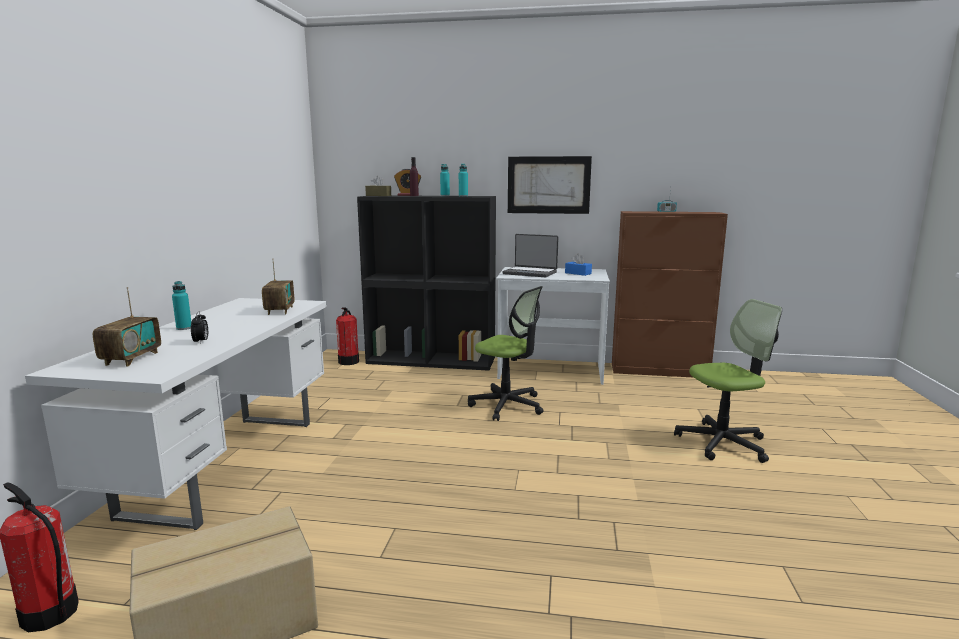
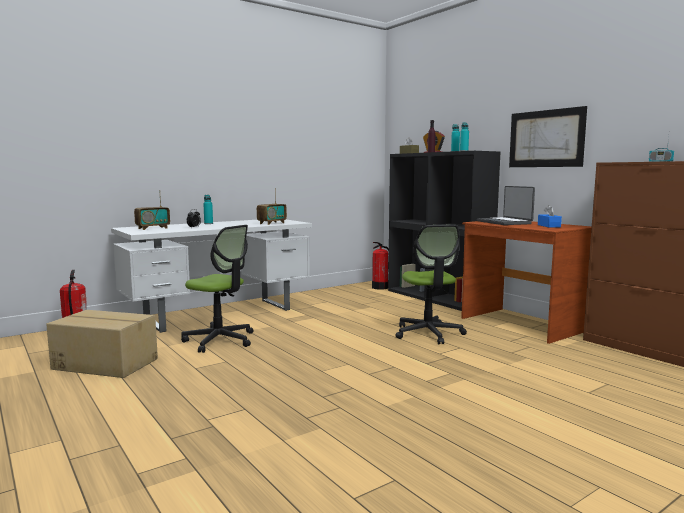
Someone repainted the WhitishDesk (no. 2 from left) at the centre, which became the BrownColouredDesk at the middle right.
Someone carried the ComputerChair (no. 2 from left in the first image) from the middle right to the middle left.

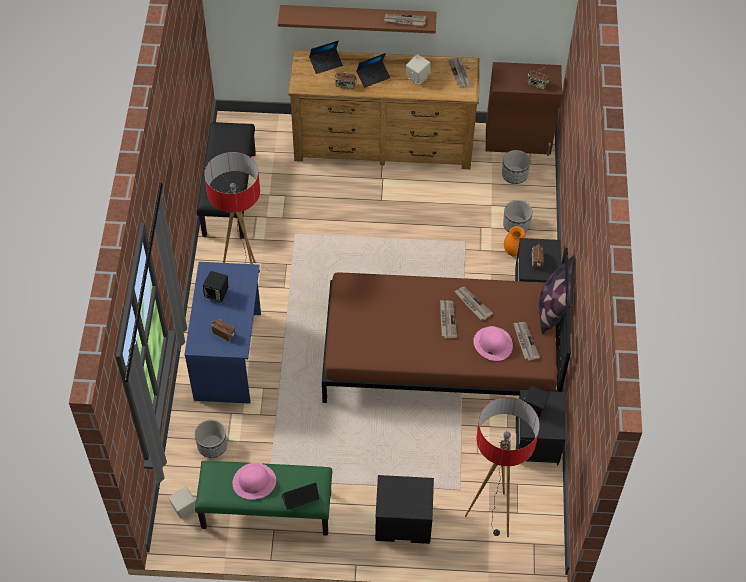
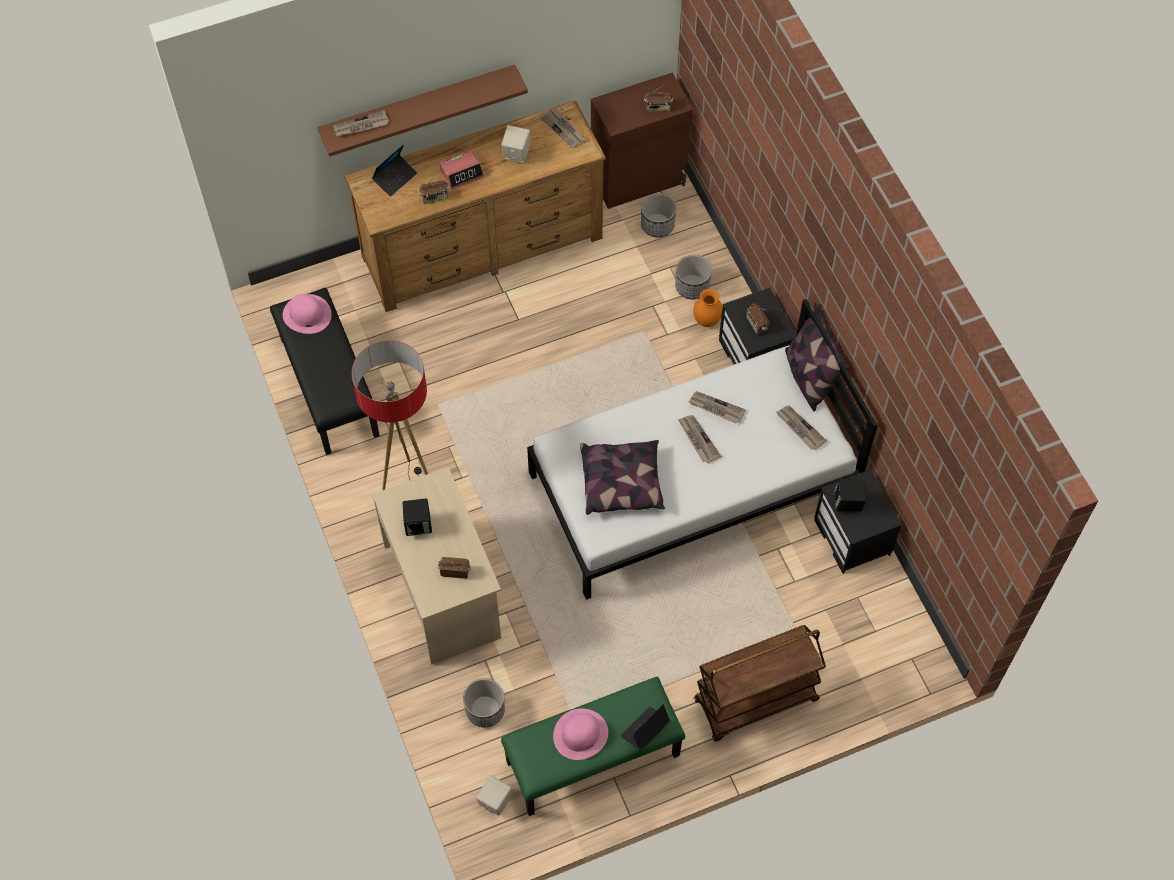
Someone carried the Newspaper (no. 1 from left) from the top centre to the top left.
Someone swapped the Laptop (no. 3 from left) at the top centre for the TableClock at the top centre.
Someone repainted the BrownColouredBed at the centre, which became the WhitishBed at the centre.
Someone repainted the BlueDesk at the middle left, which became the BeigeColouredDesk at the centre.
Someone carried the PinkishClothingHat (no. 2 from left in the first image) from the centre to the middle left.
Someone took away the StandingLamp (no. 2 from left) at the bottom right.
Someone swapped the BlackishNightTable (no. 1 from left) at the bottom centre for the BrownColouredTrolley at the bottom centre.
Someone put down the Cushion (no. 1 from left) at the centre.

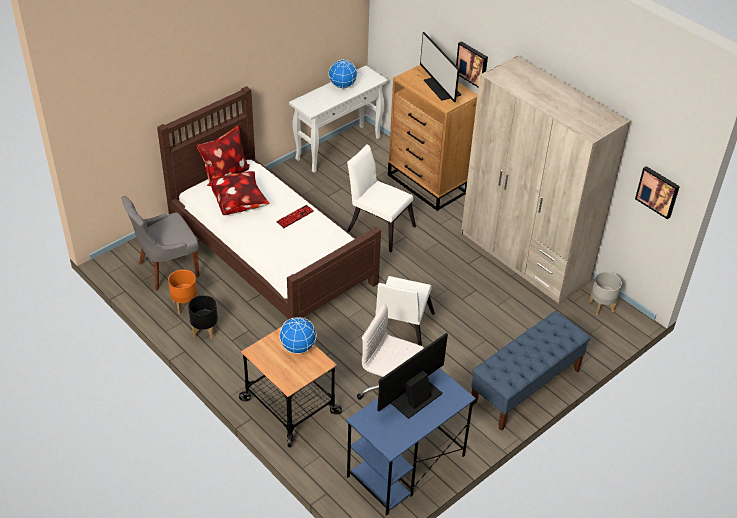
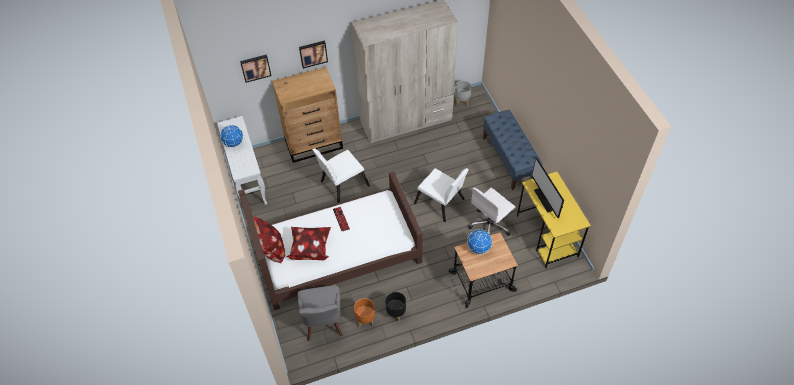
Someone took away the Monitor (no. 2 from left) at the top centre.
Someone carried the WallArt (no. 2 from left in the first image) from the middle right to the top left.
Someone repainted the BlueDesk at the bottom centre, which became the YellowColouredDesk at the middle right.

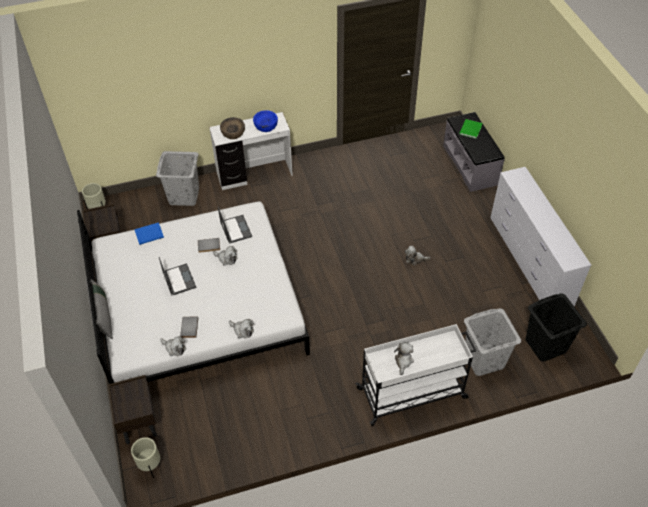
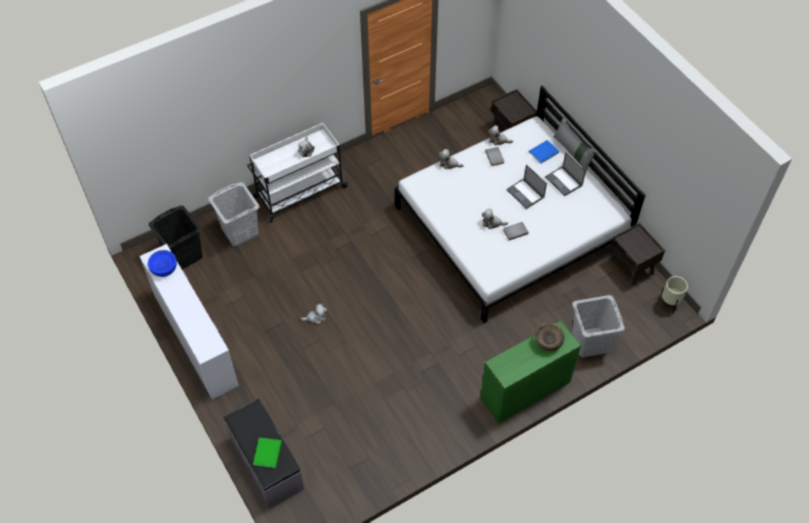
Someone carried the BlueServingBowl from the top centre to the middle left.
Someone repainted the WhitishDesk at the top centre, which became the GreenishDesk at the bottom centre.
Someone carried the Laptop (no. 2 from left) from the centre to the top right.
Someone carried the BlueBoundBook from the middle left to the top right.
Someone took away the BeigeColouredFlowerPot (no. 2 from left) at the bottom left.

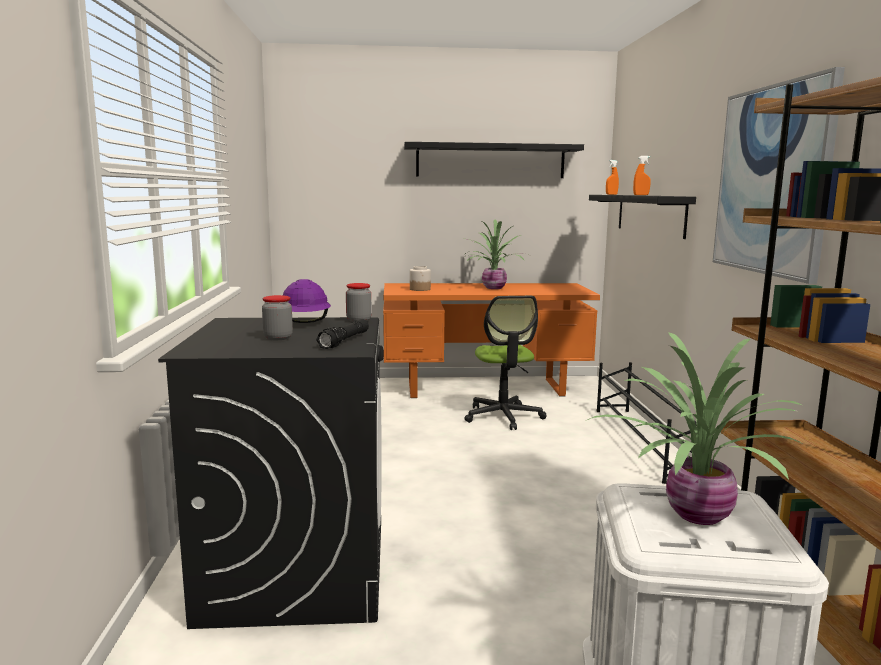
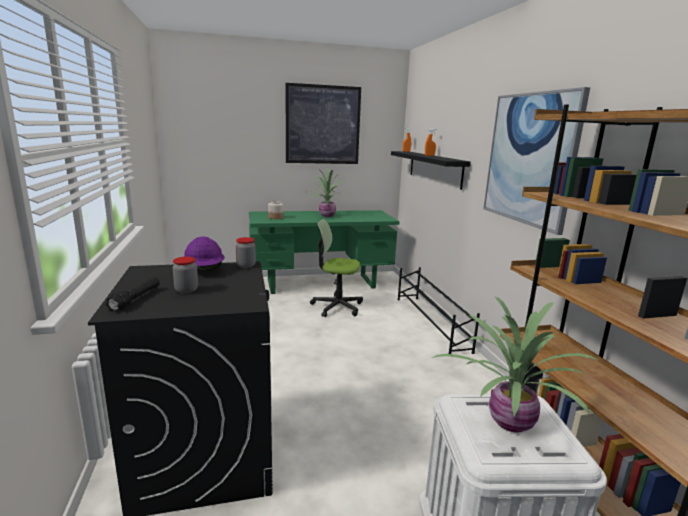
Someone swapped the BlackishBracketShelf (no. 1 from left) at the top centre for the WallArt (no. 1 from left) at the top centre.
Someone repainted the OrangeColouredDesk at the centre, which became the GreenishDesk at the centre.
Someone rotated the ComputerChair at the centre by 120 degrees clockwise.
Someone carried the BlackishFlashlight from the centre to the middle left.

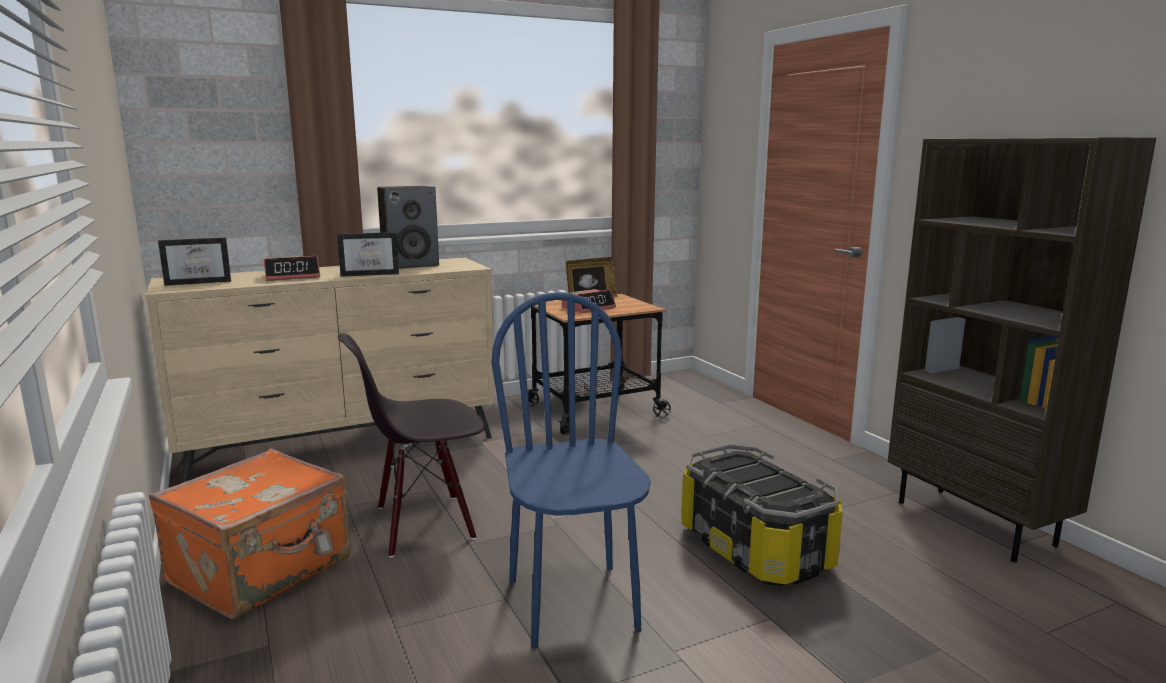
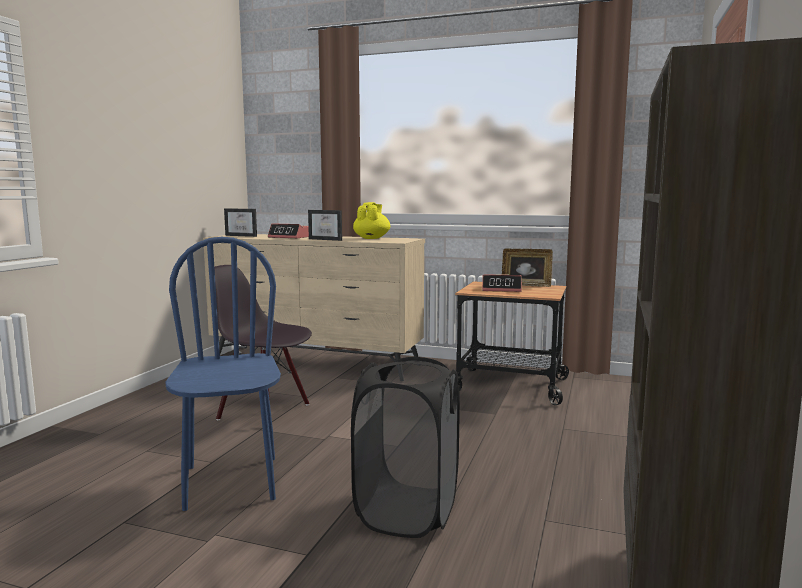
Someone swapped the AudioSpeaker at the top centre for the YellowColouredPotForTea at the centre.
Someone rotated the BlueChair at the bottom centre by 45 degrees counterclockwise.
Someone swapped the StorageBin at the bottom centre for the BlackishLaundryBasket at the bottom centre.
Someone took away the OrangeColouredTravelCase at the bottom left.

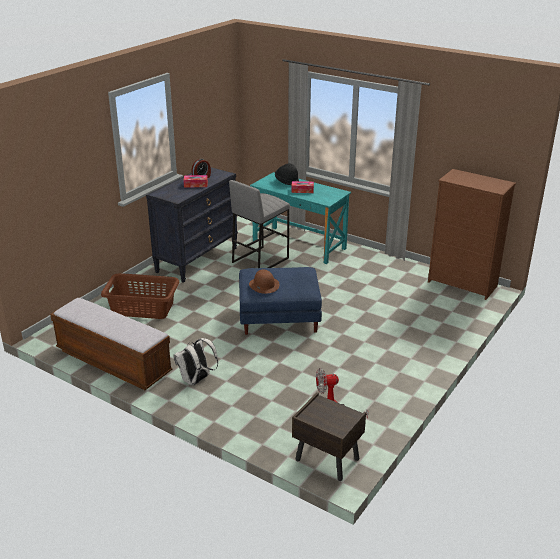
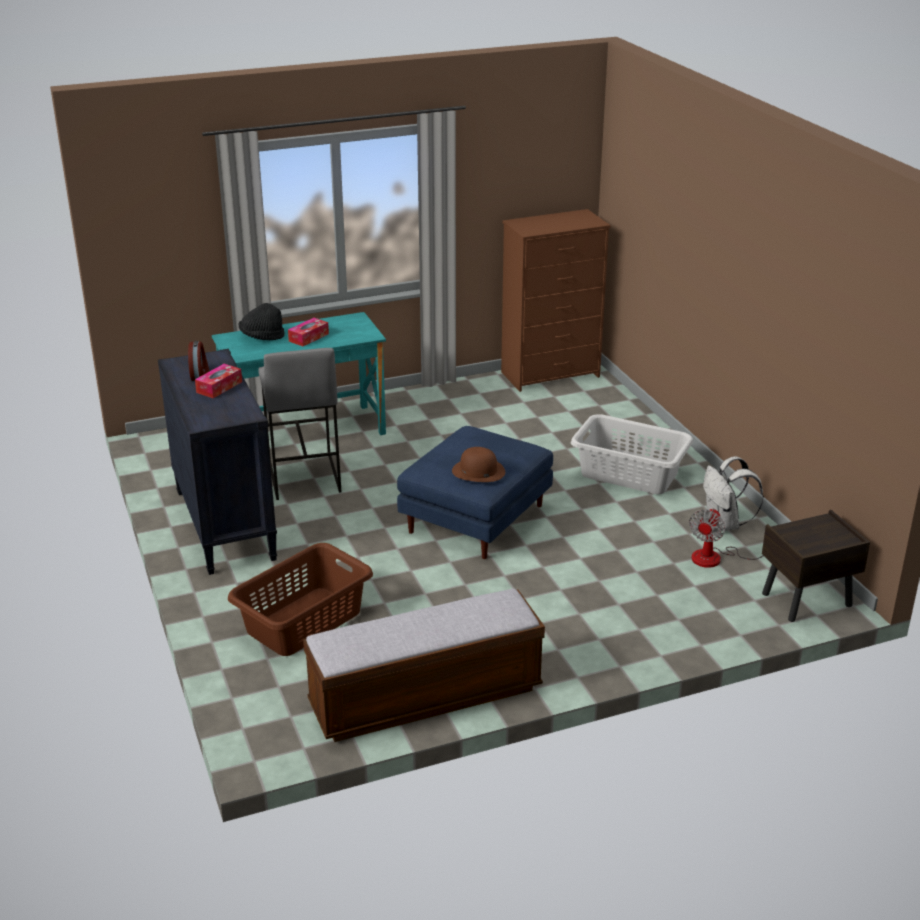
Someone carried the WhitishRucksack from the centre to the middle right.
Someone put down the GrayLaundryBasket at the middle right.

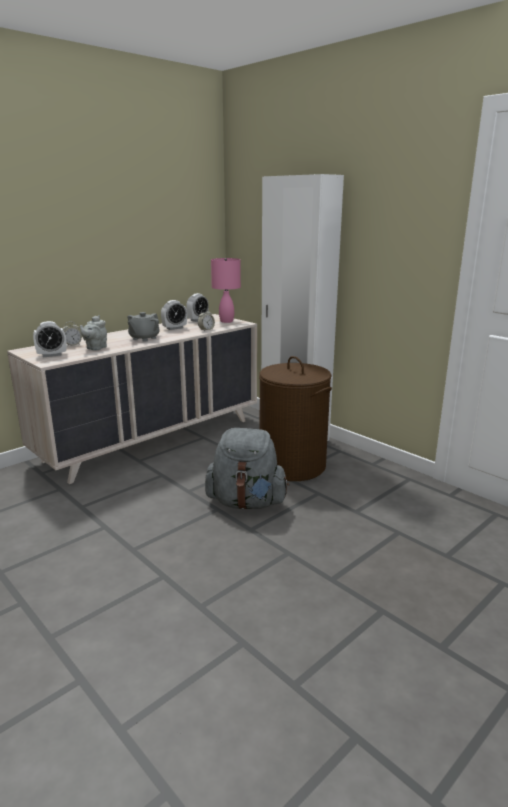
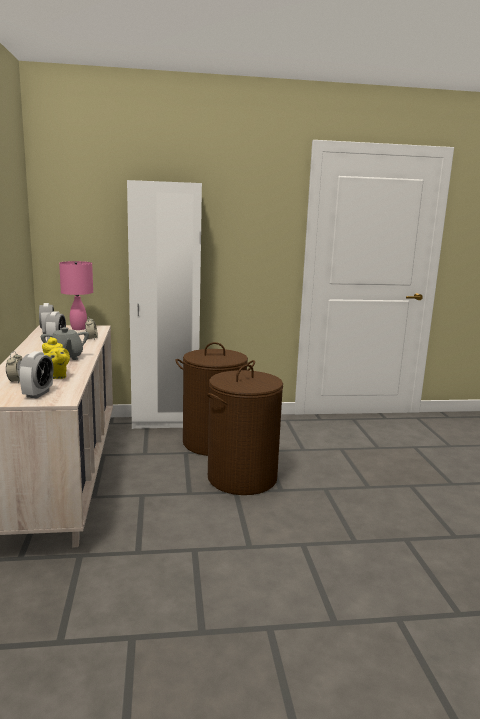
Someone repainted the GrayPotForTea (no. 1 from left) at the middle left, which became the YellowColouredPotForTea at the middle left.
Someone swapped the GrayRucksack at the centre for the BrownColouredLaundryBasket (no. 2 from left) at the centre.

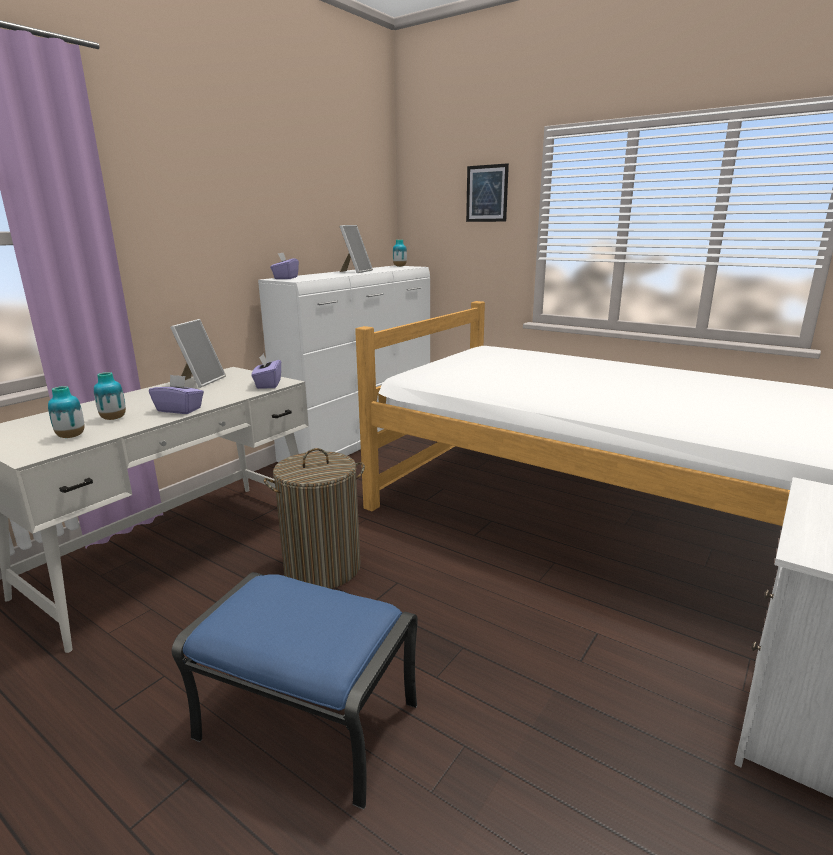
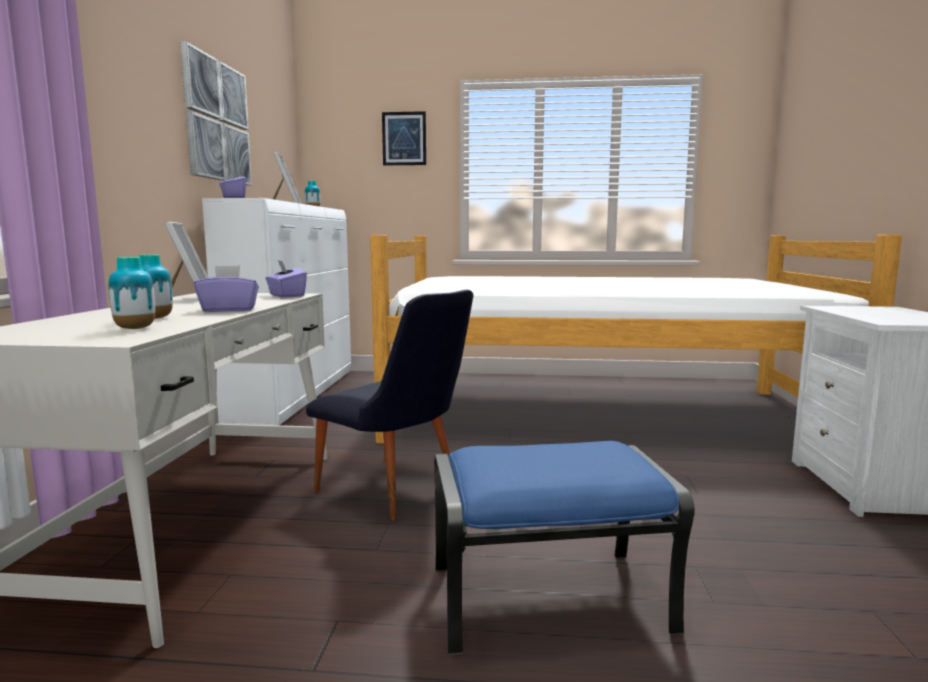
Someone swapped the LaundryBasket at the centre for the BlackishChair at the centre.
Someone put up the WallArt (no. 1 from left) at the top left.

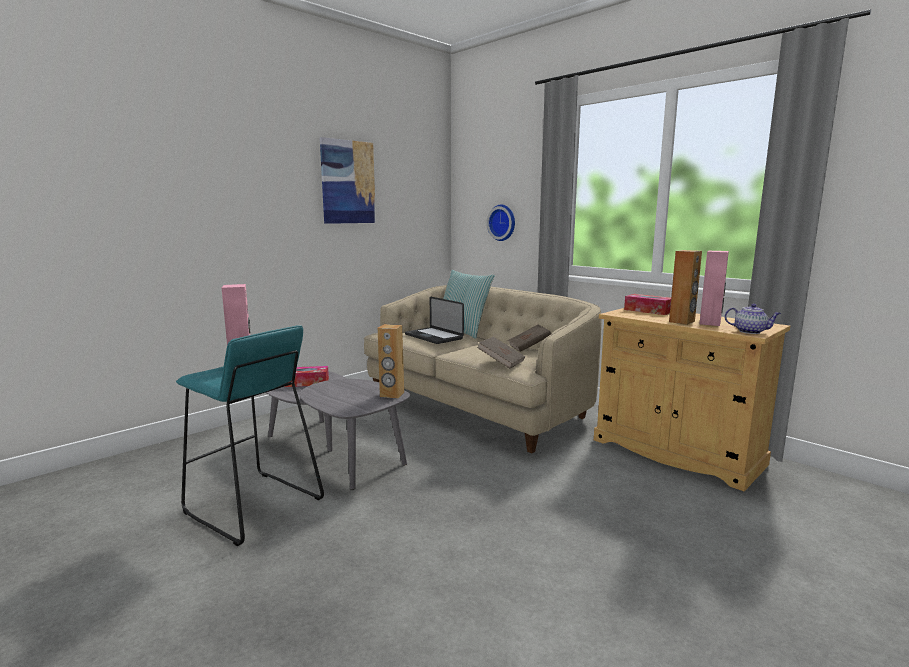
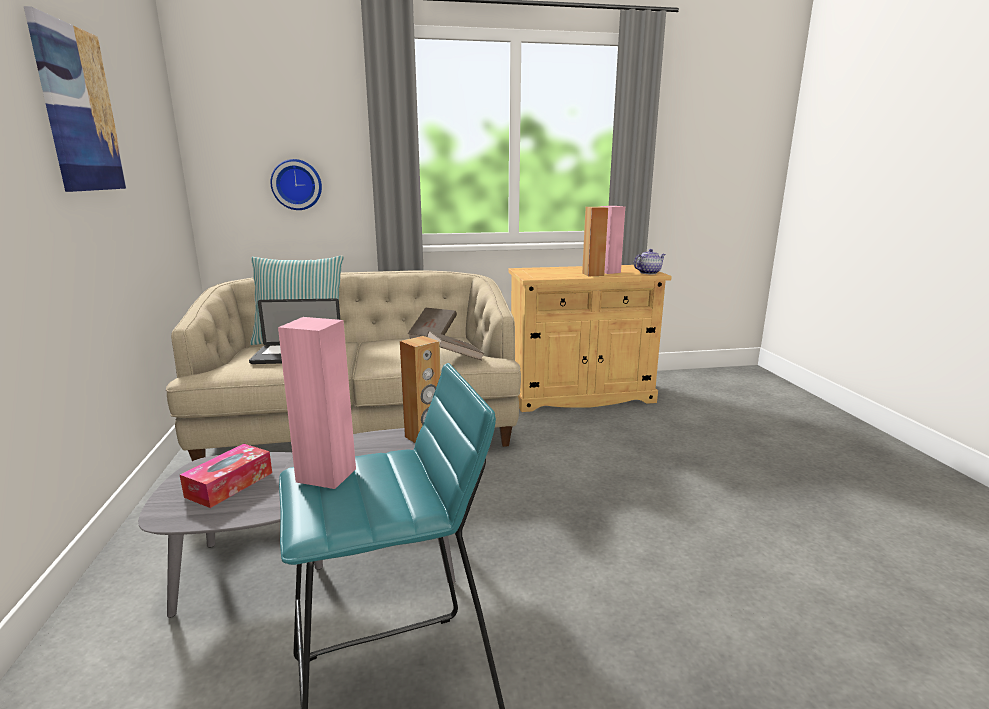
Someone took away the TissueBox (no. 2 from left) at the middle right.

